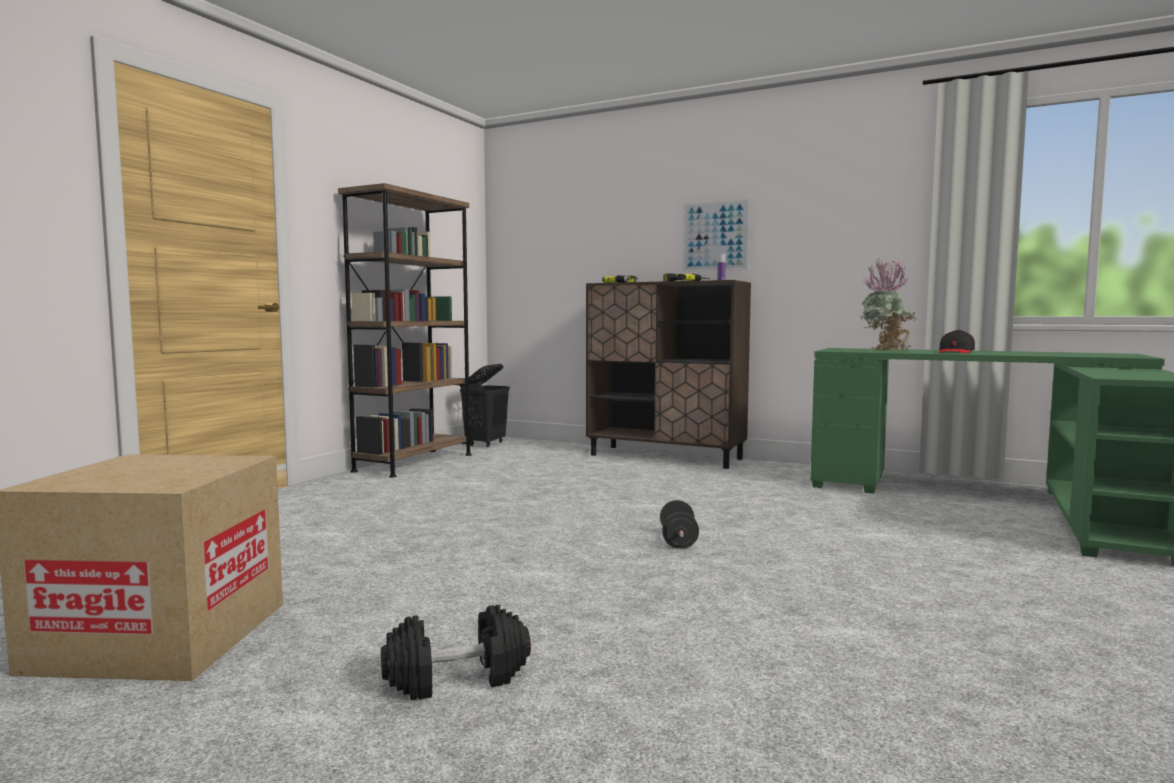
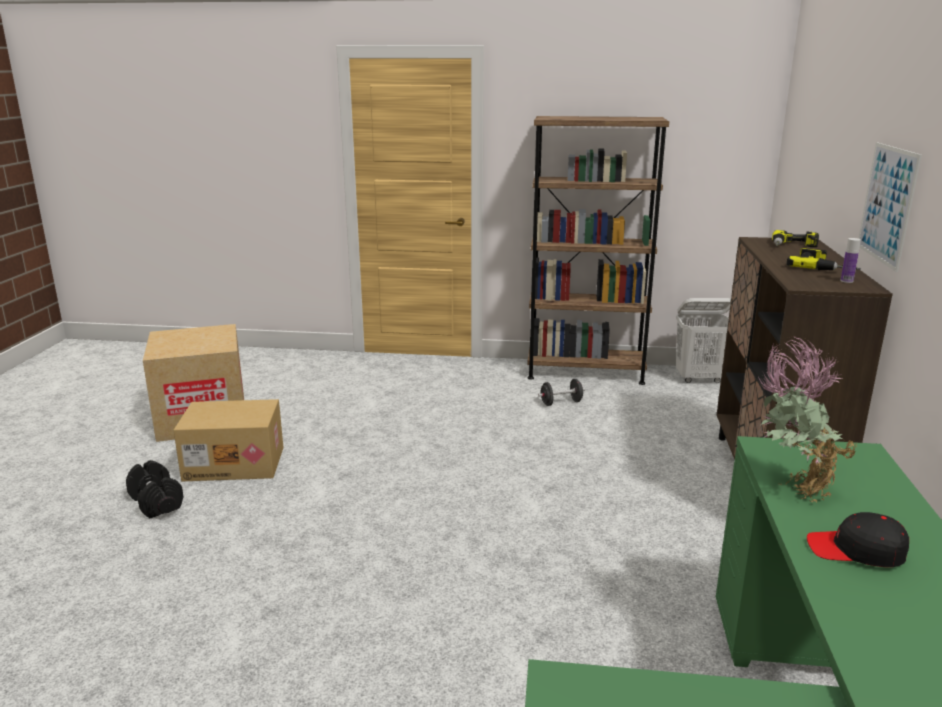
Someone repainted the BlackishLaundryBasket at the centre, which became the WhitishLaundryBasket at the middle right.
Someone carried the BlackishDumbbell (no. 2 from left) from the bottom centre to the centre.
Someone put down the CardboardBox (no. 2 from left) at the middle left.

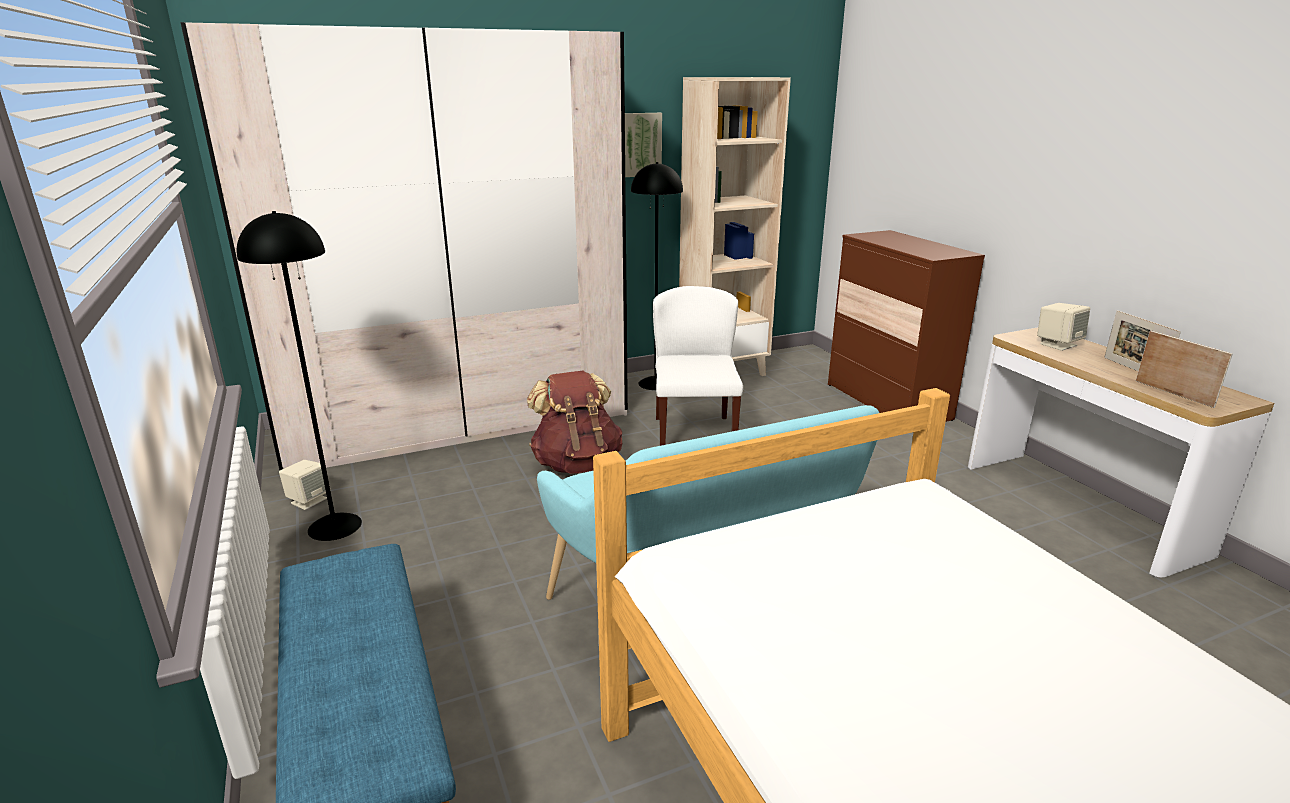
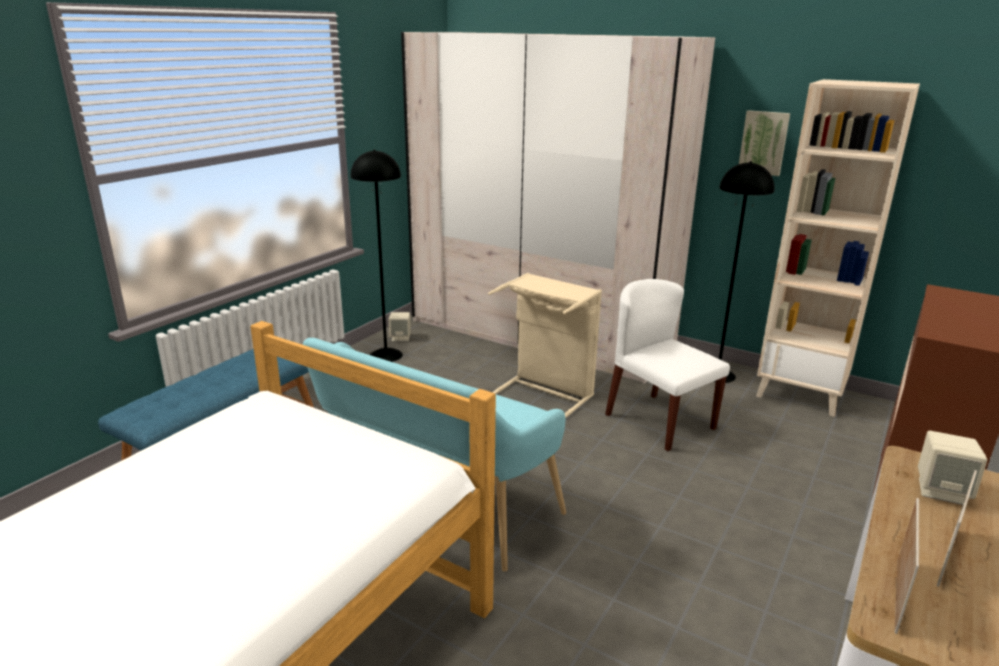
Someone rotated the WhitishChair at the centre by 90 degrees counterclockwise.
Someone swapped the BrownColouredRucksack at the centre for the BeigeColouredLaundryBasket at the centre.

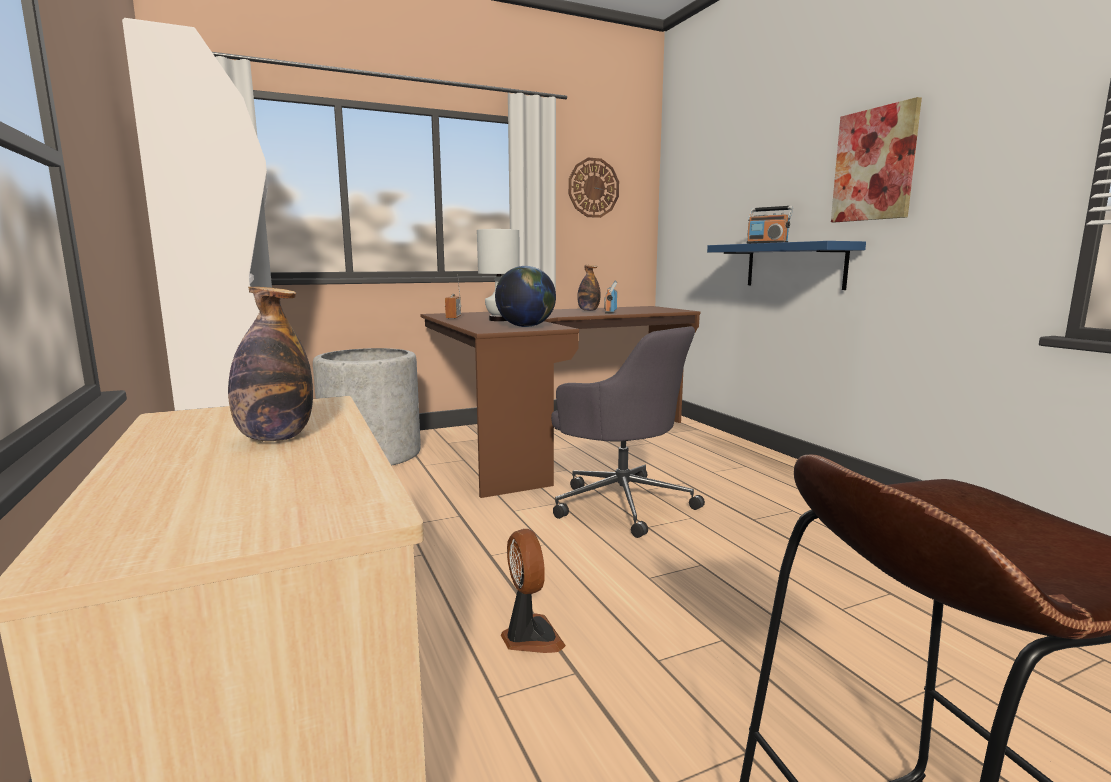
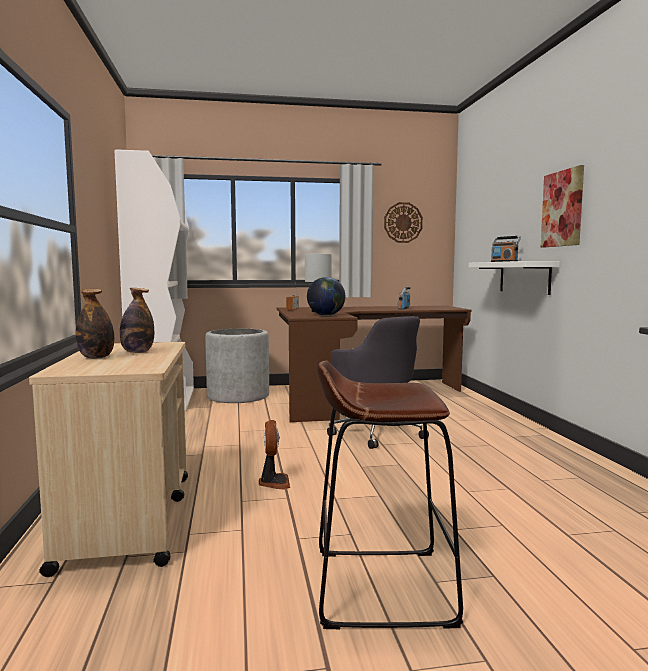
Someone repainted the BlueBracketShelf at the middle right, which became the WhitishBracketShelf at the middle right.
Someone carried the Bottle (no. 2 from left in the first image) from the centre to the middle left.

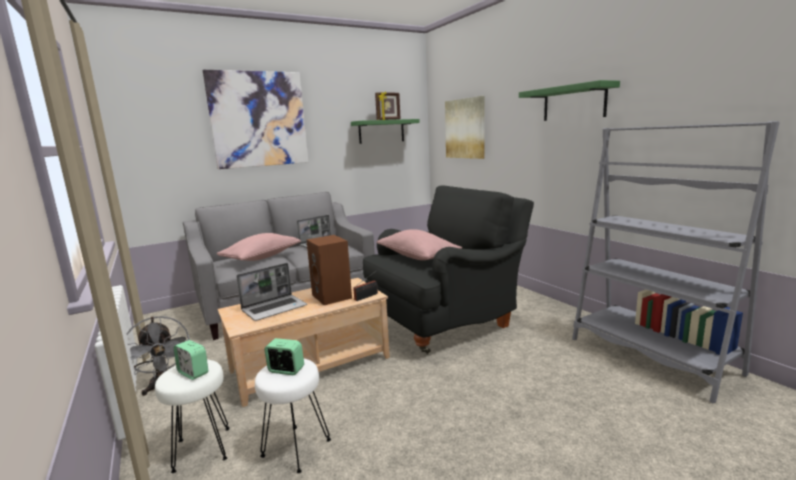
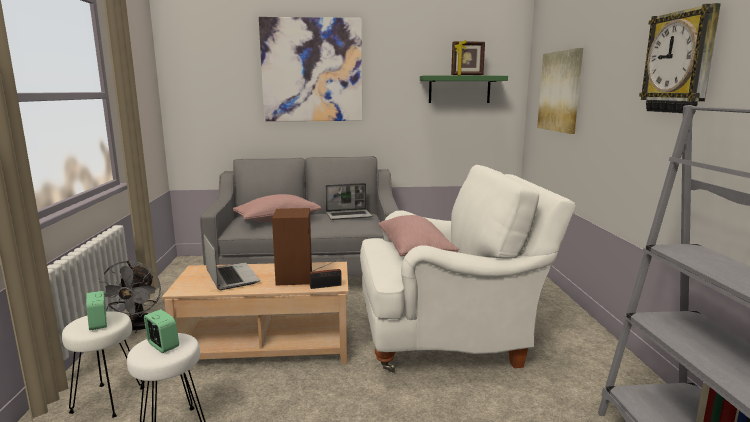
Someone swapped the GreenishBracketShelf (no. 2 from left) at the top right for the HangingClock at the top right.
Someone repainted the BlackishArmchair at the centre, which became the WhitishArmchair at the centre.
Someone rotated the Laptop (no. 1 from left) at the centre by 105 degrees counterclockwise.

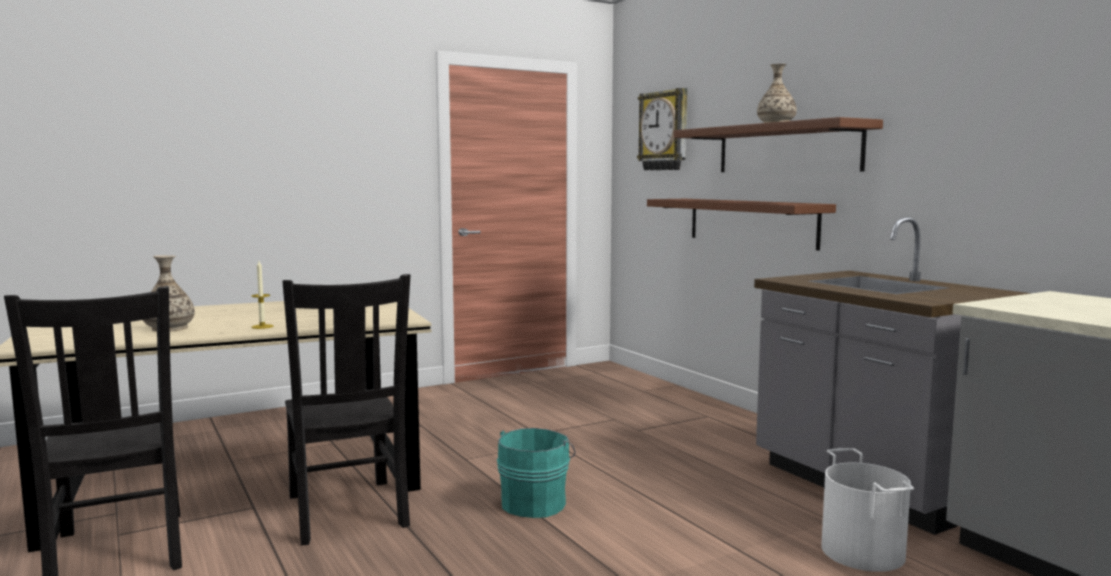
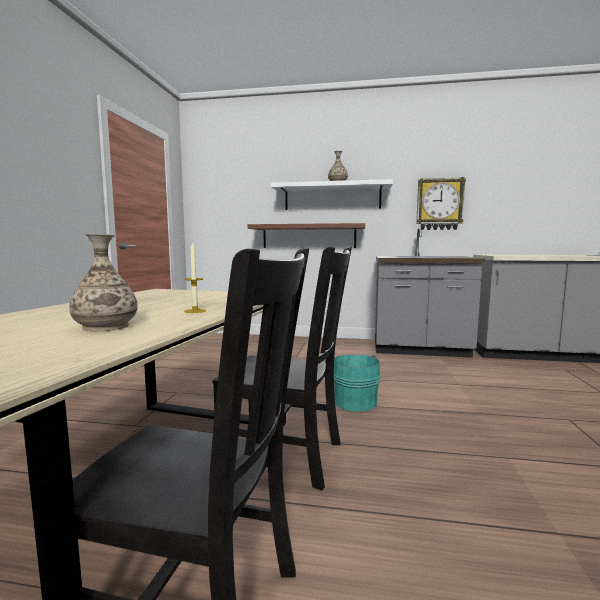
Someone carried the HangingClock from the top centre to the middle right.
Someone repainted the BrownColouredBracketShelf (no. 2 from left) at the top right, which became the WhitishBracketShelf at the top centre.
Someone took away the WhitishBucket at the bottom right.

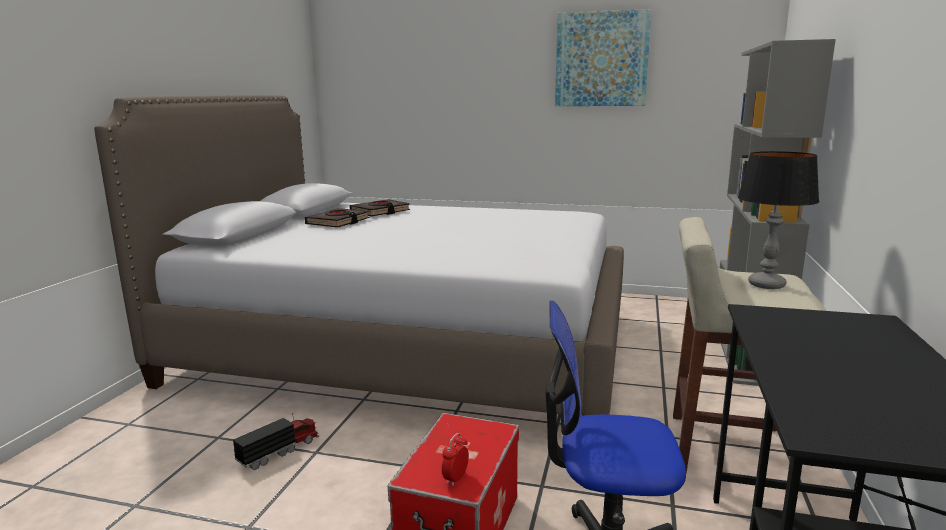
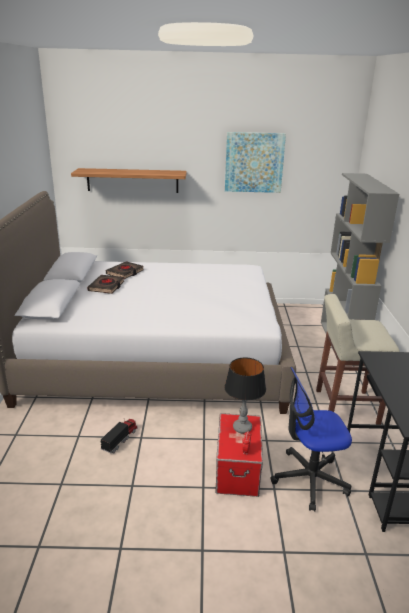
Someone carried the TabletopLamp from the middle right to the centre.
Someone put up the BracketShelf at the top left.

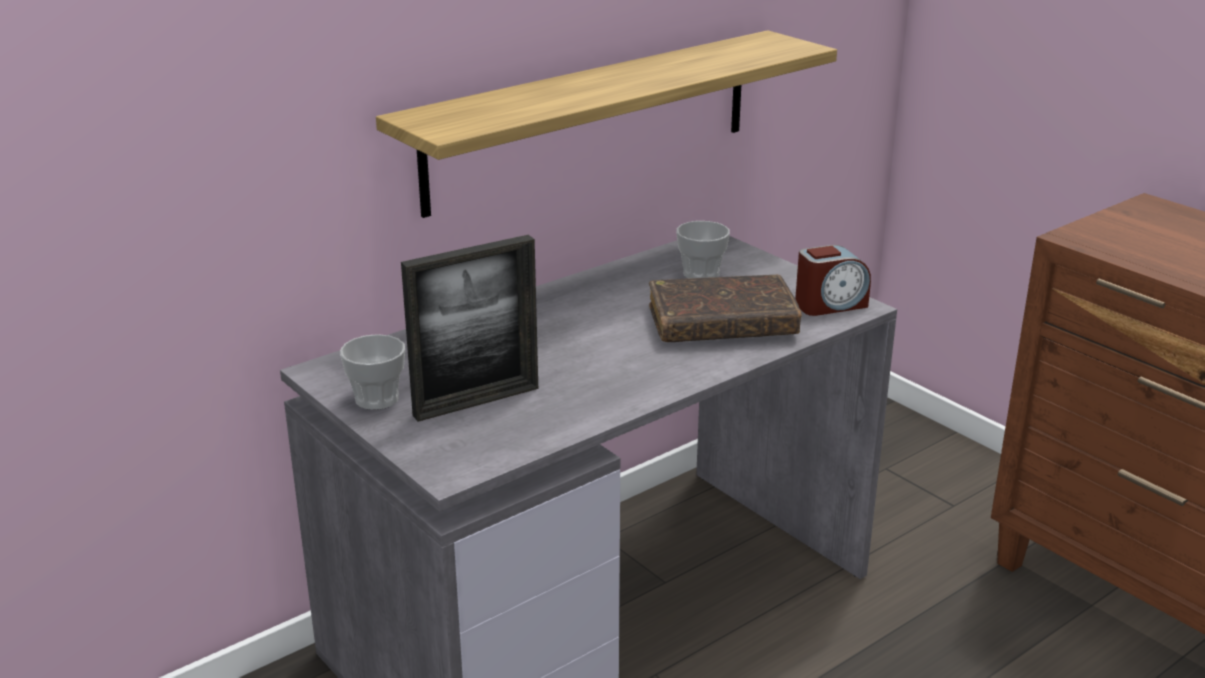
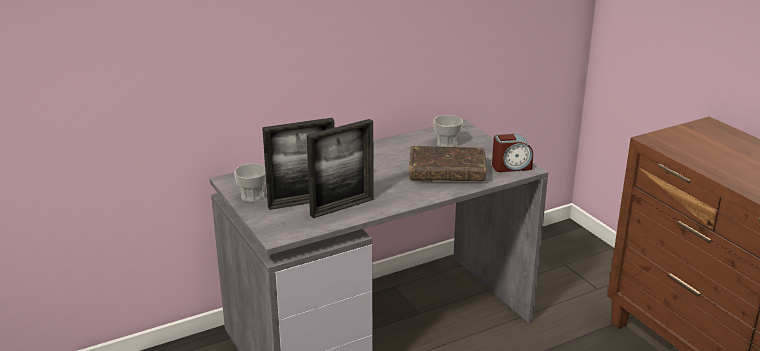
Someone took away the BracketShelf at the top centre.
Someone put down the StandingFrame (no. 2 from left) at the centre.

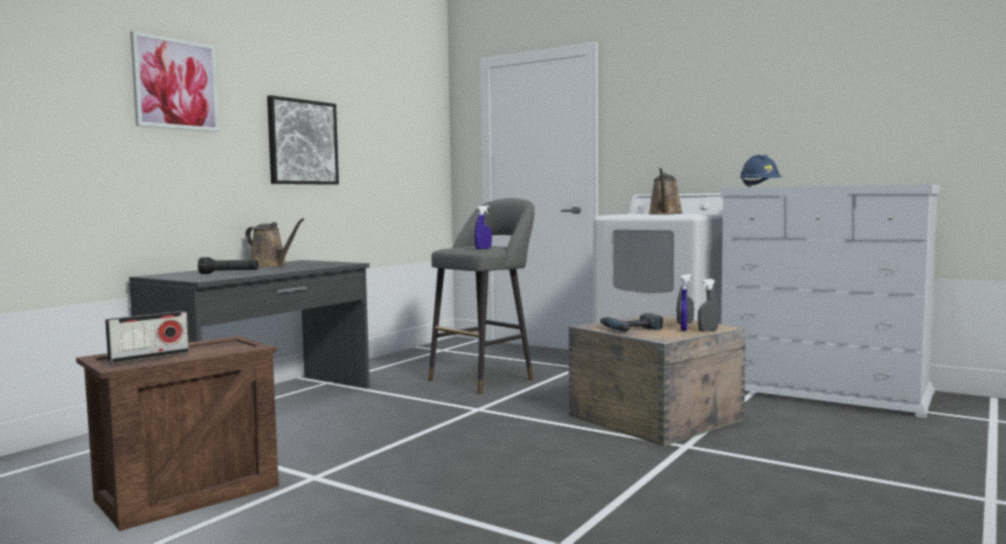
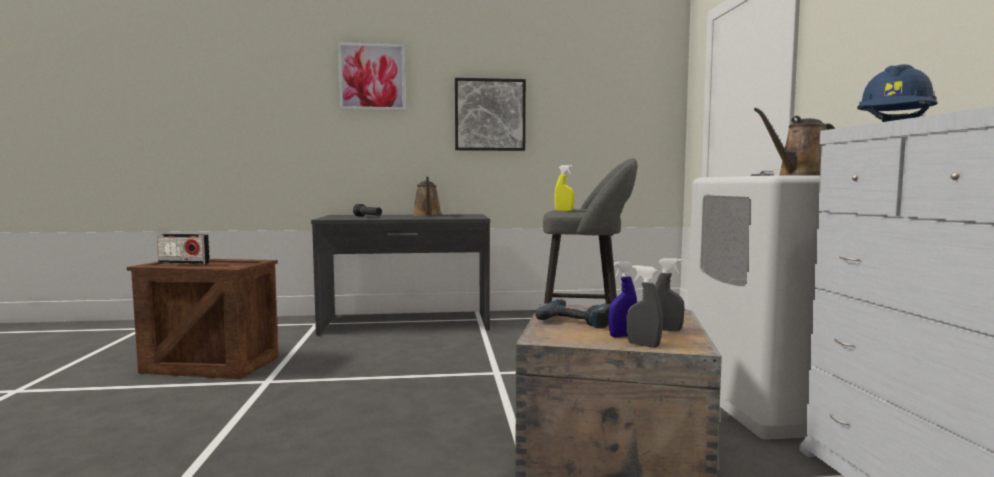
Someone repainted the BlueSprayBottle (no. 1 from left) at the centre, which became the YellowColouredSprayBottle at the centre.

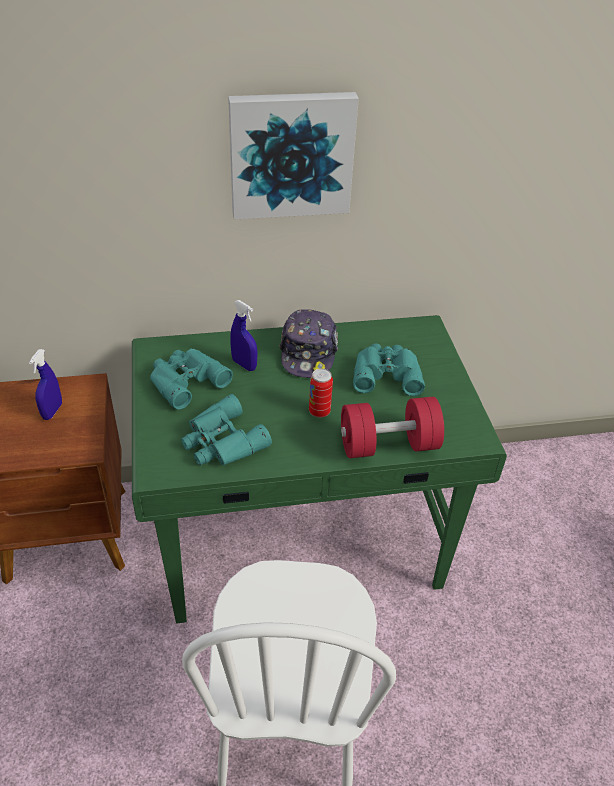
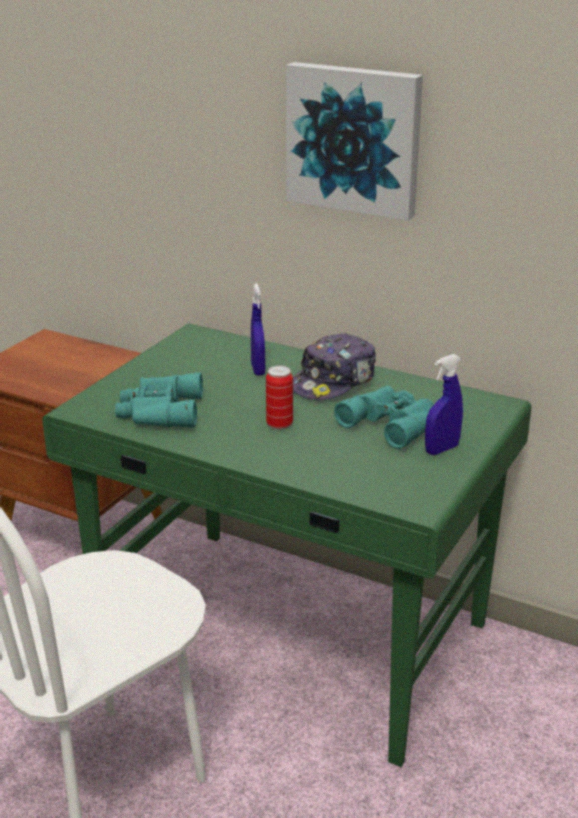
Someone carried the BlueSprayBottle (no. 1 from left in the first image) from the middle left to the middle right.
Someone took away the TurquoiseBinoculars (no. 1 from left) at the middle left.
Someone took away the ReddishDumbbell at the centre.

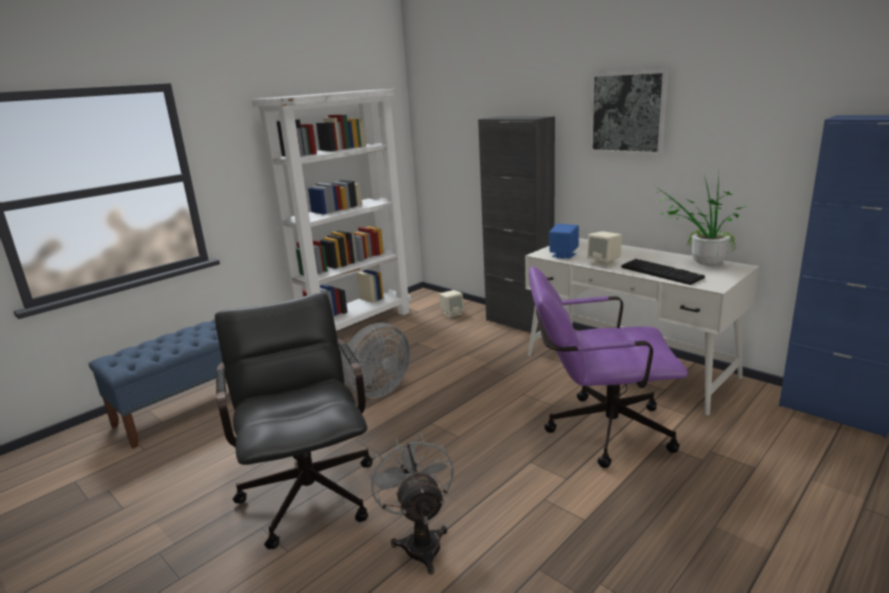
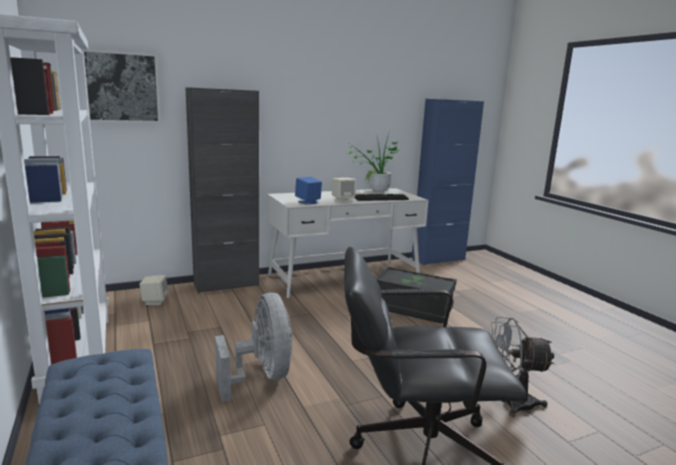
Someone carried the WallArt from the top right to the top left.
Someone swapped the PurpleColouredComputerChair at the middle right for the BlackishStorageBin at the centre.

